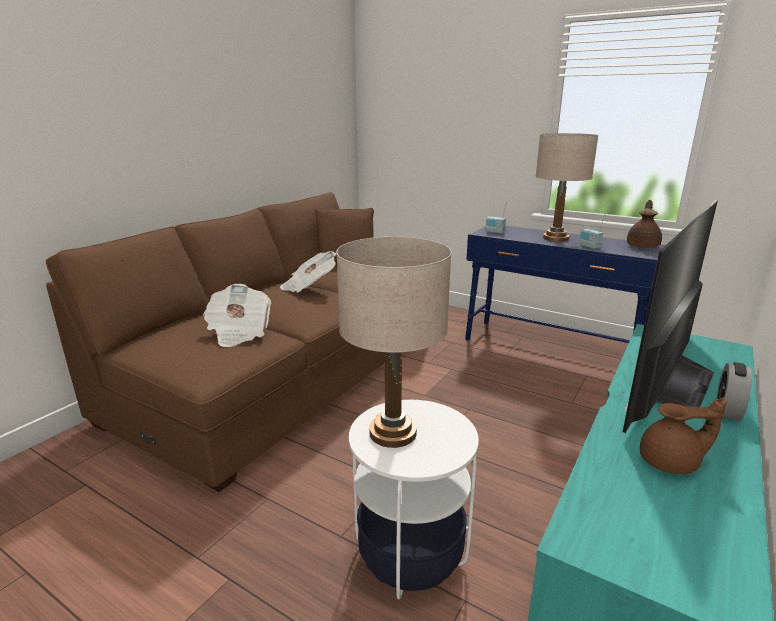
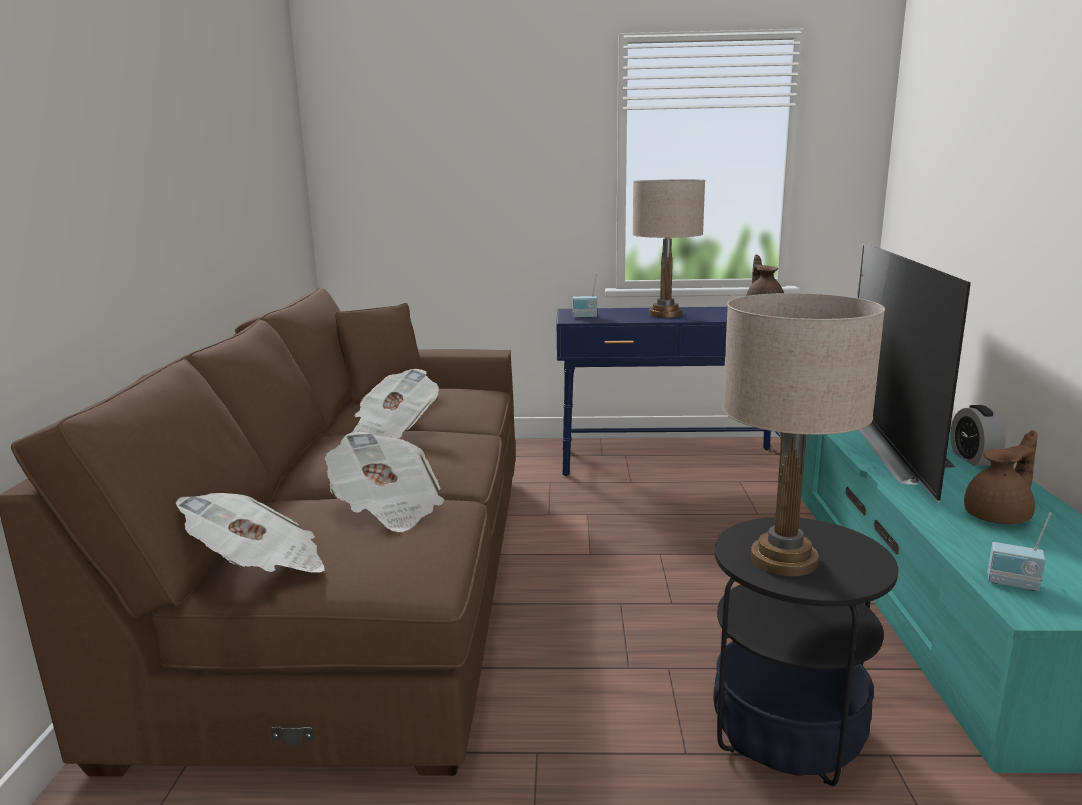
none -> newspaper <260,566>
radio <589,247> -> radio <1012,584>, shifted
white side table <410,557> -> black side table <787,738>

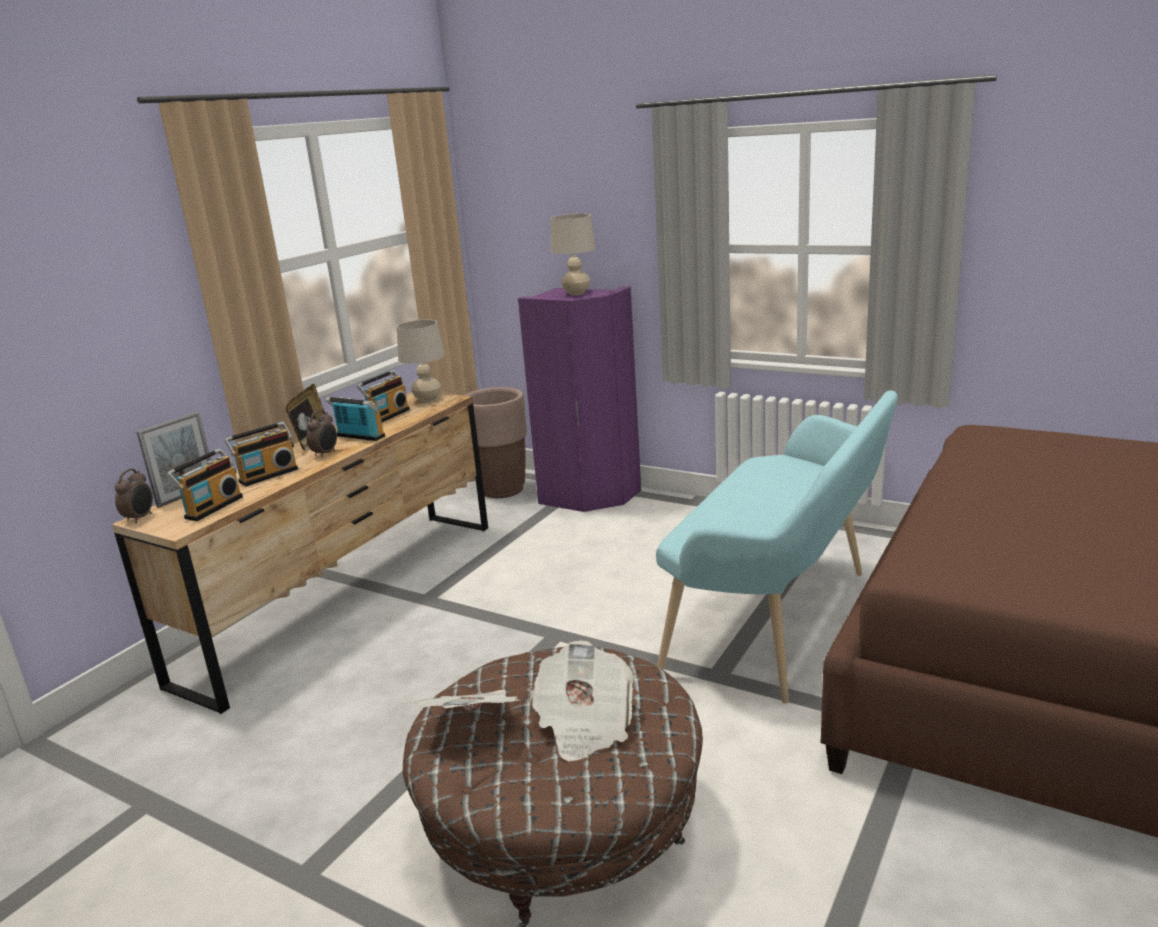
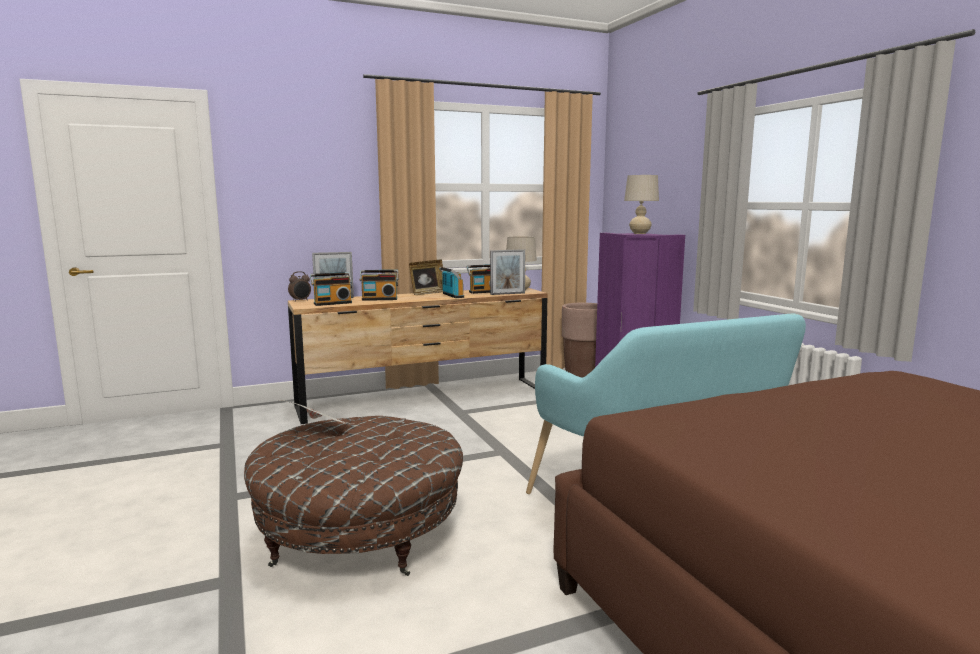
alarm clock <326,453> -> none
newspaper <584,724> -> none
none -> picture frame <507,294>

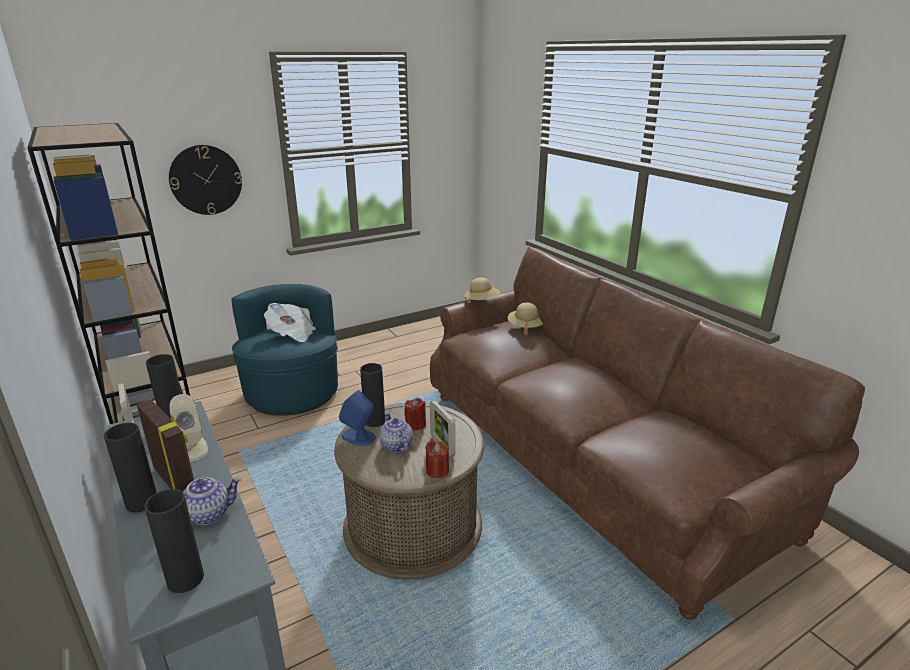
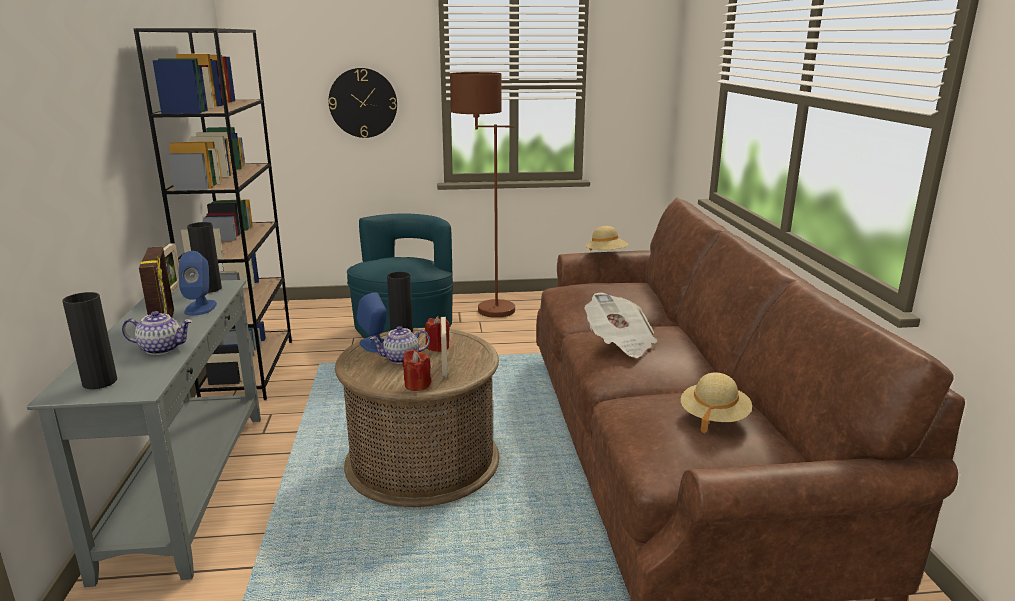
black vase <142,502> -> none
none -> brown floor lamp <485,310>
newspaper <291,334> -> newspaper <619,343>, shifted
beige hat <525,327> -> beige hat <713,417>, shifted
beige speaker <192,449> -> blue speaker <200,307>
teapot <396,445> -> teapot <401,359>, 105 degrees counterclockwise

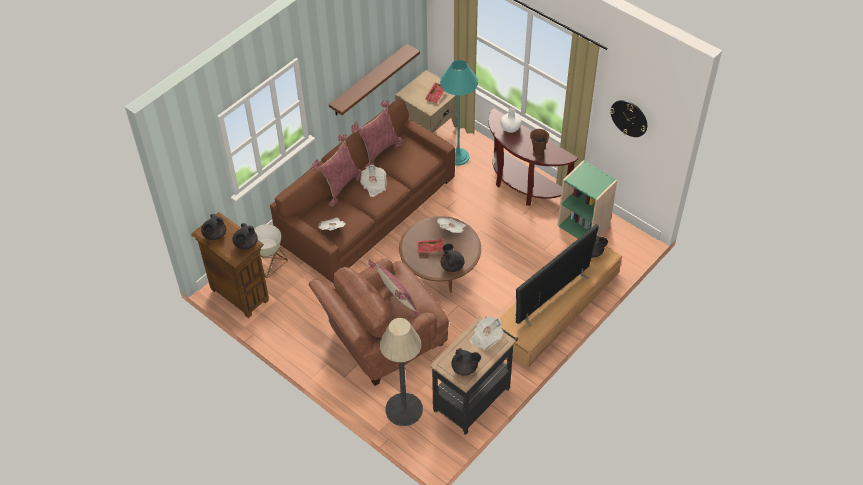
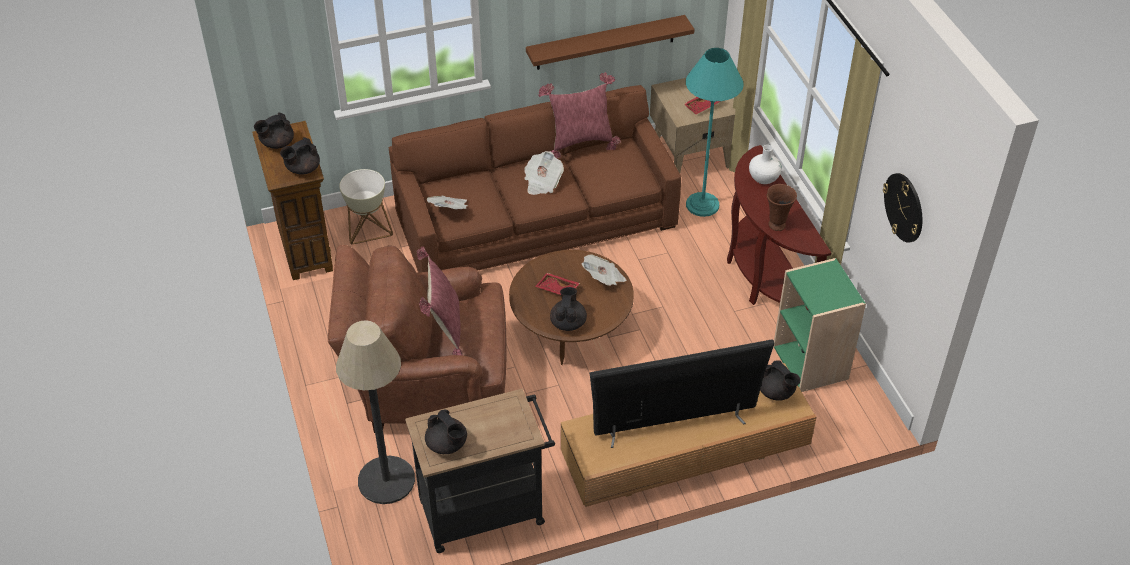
red pillow <339,188> -> none
newspaper <485,338> -> none

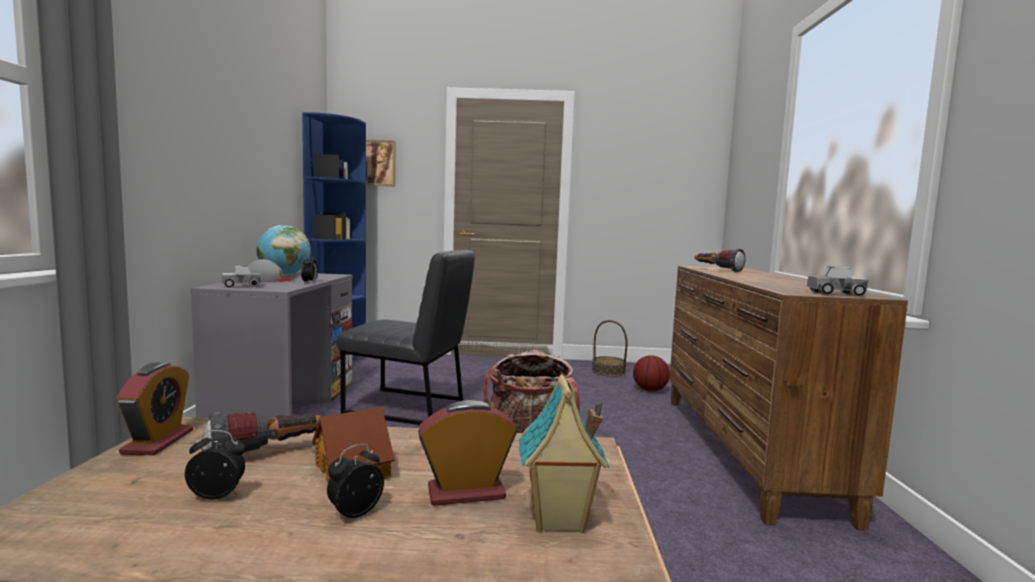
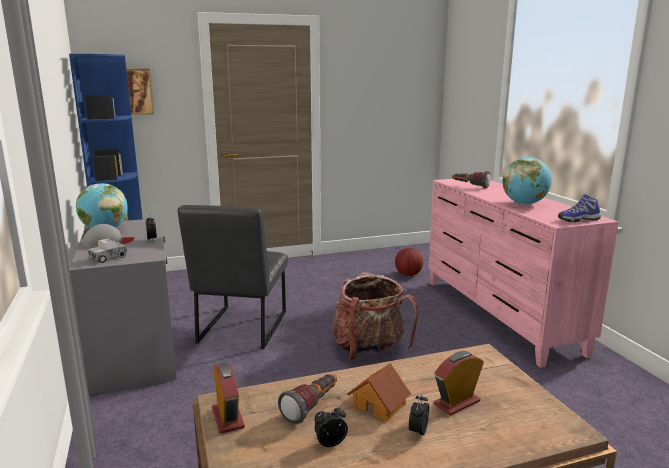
toy house <557,520> -> none
basket <608,372> -> none
none -> globe <524,204>
toy truck <835,293> -> shoe <578,219>
brown dresser <745,450> -> pink dresser <500,315>
grey chair <408,407> -> grey chair <241,328>, 105 degrees clockwise

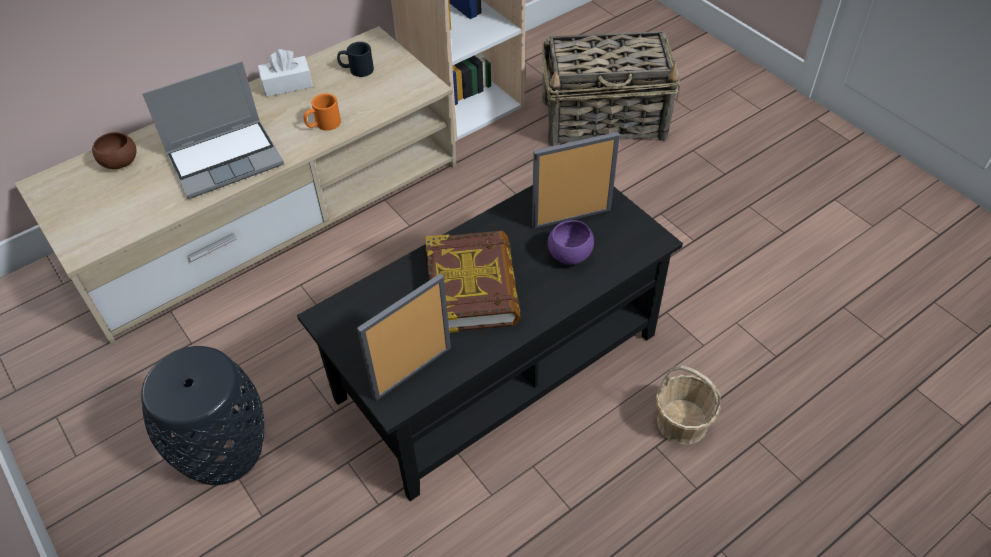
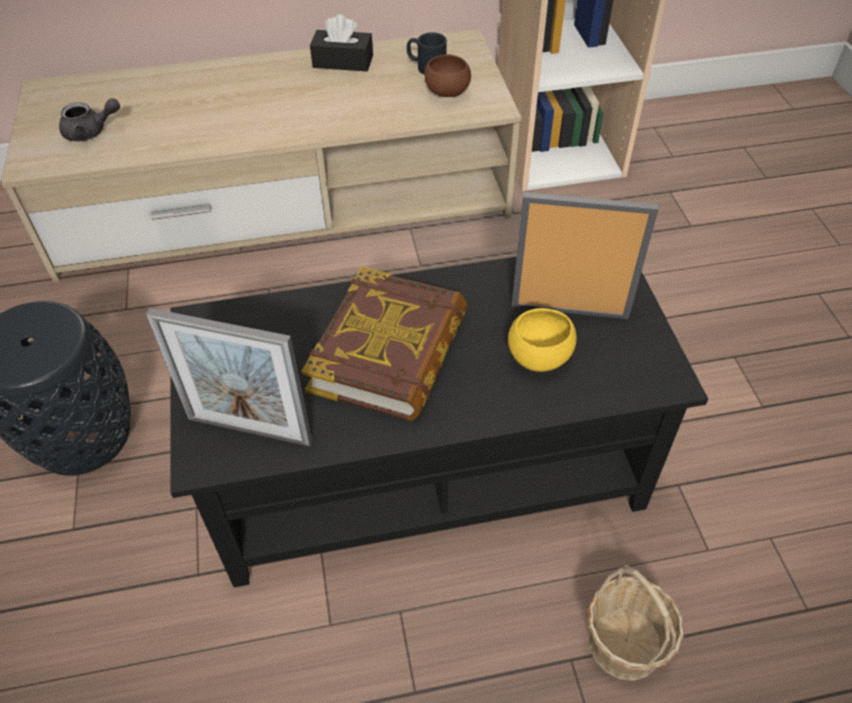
laptop <226,159> -> none
orange mug <323,124> -> none
basket <605,120> -> none
none -> grey teapot <91,132>
brown bowl <120,163> -> brown bowl <447,92>, shifted
white tissue box <287,84> -> black tissue box <343,61>
purple bowl <570,255> -> yellow bowl <539,357>
picture frame <412,372> -> picture frame <249,430>, 150 degrees counterclockwise

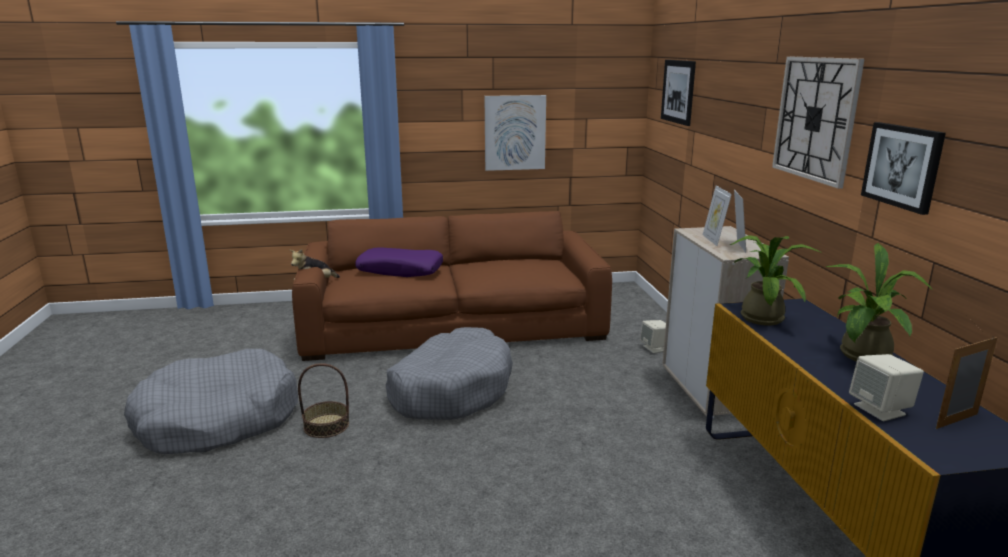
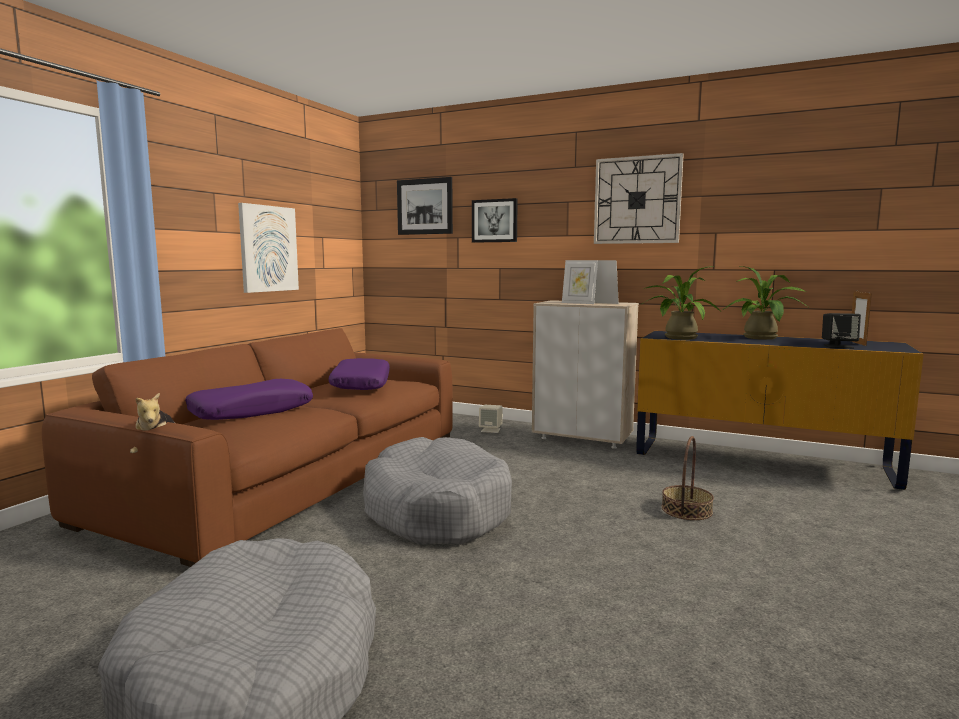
none -> purple pillow <360,385>
basket <326,426> -> basket <686,510>, shifted
picture <903,166> -> picture <495,221>, shifted
beige speaker <880,410> -> black speaker <838,346>

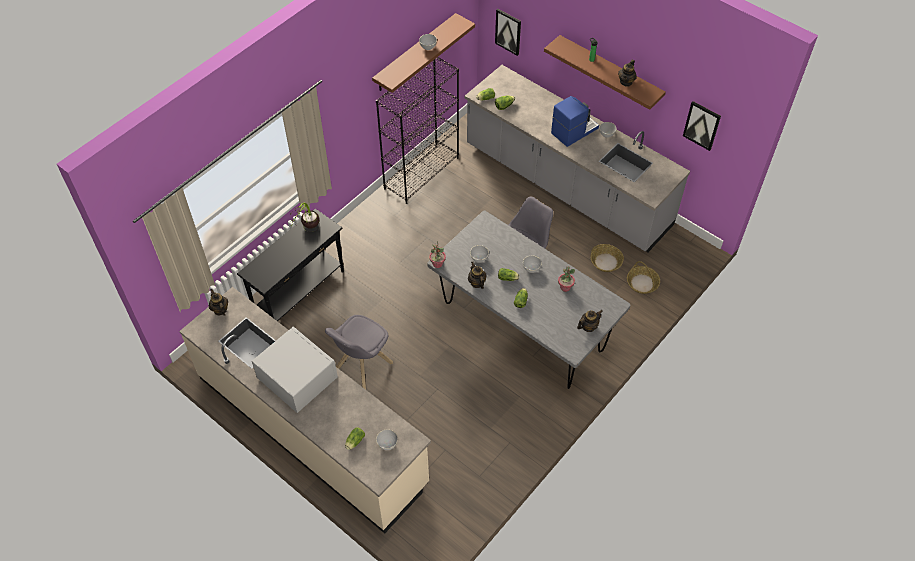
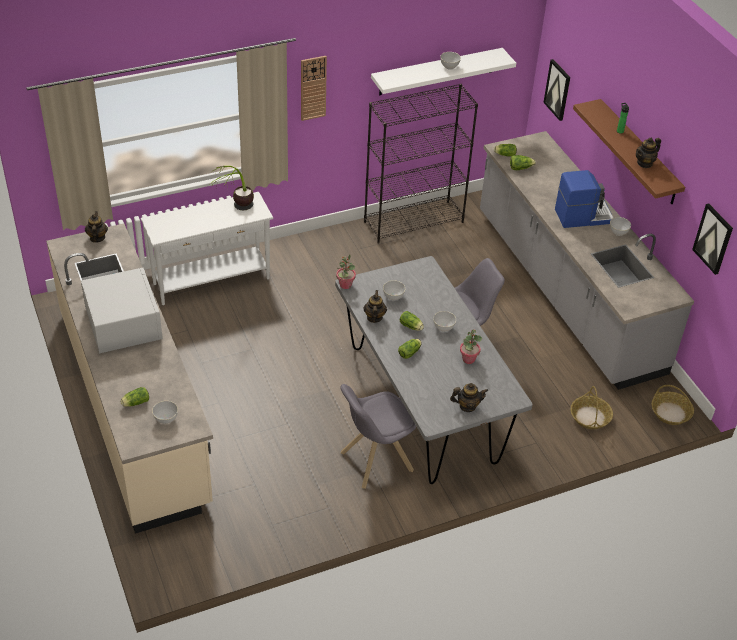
none -> wall clock <313,88>
grey chair <362,367> -> grey chair <375,461>, shifted
basket <606,262> -> basket <671,413>, shifted
black console table <300,292> -> white console table <212,280>
brown shelf <415,53> -> white shelf <436,71>

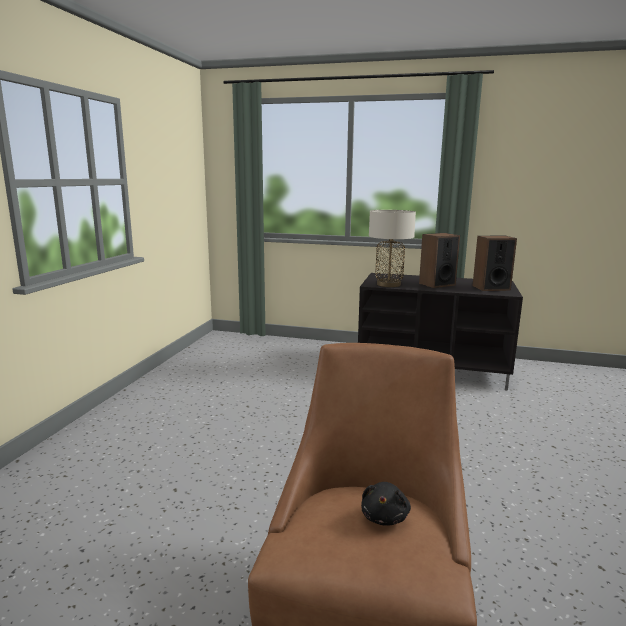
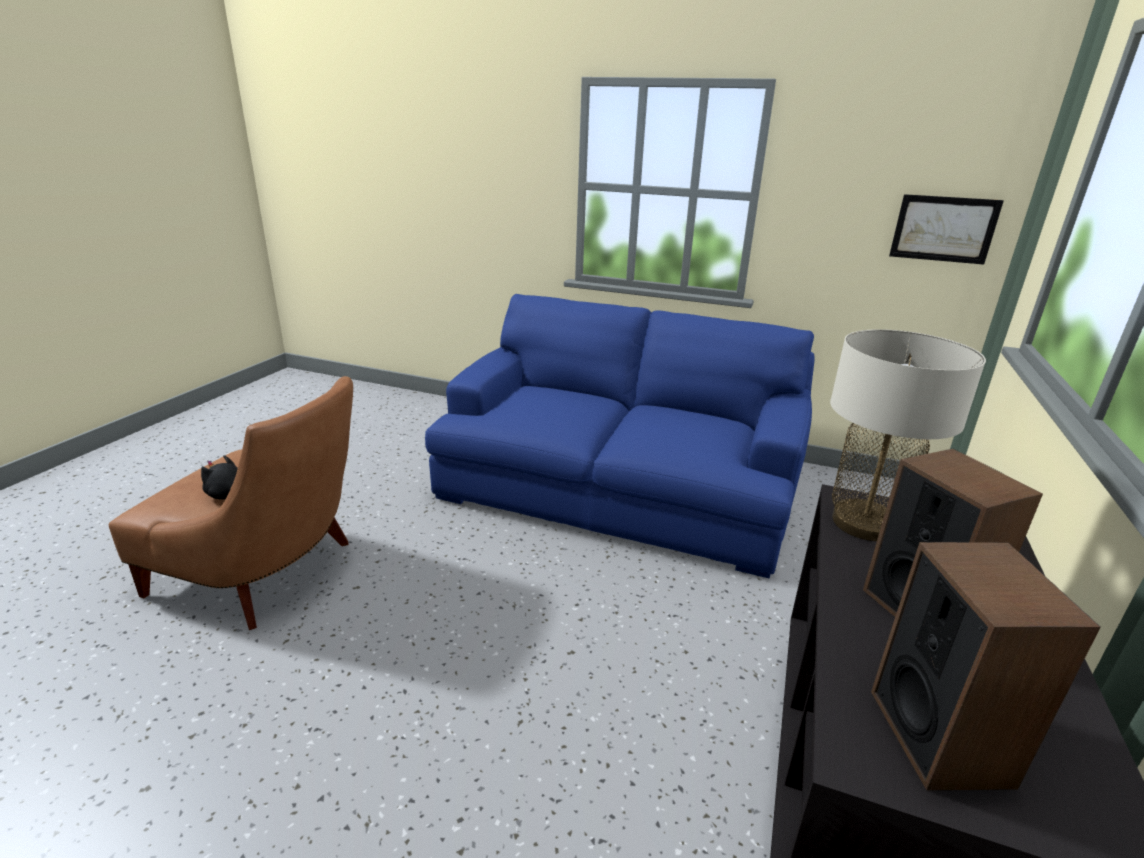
none -> blue sofa <620,486>
none -> picture <943,229>

